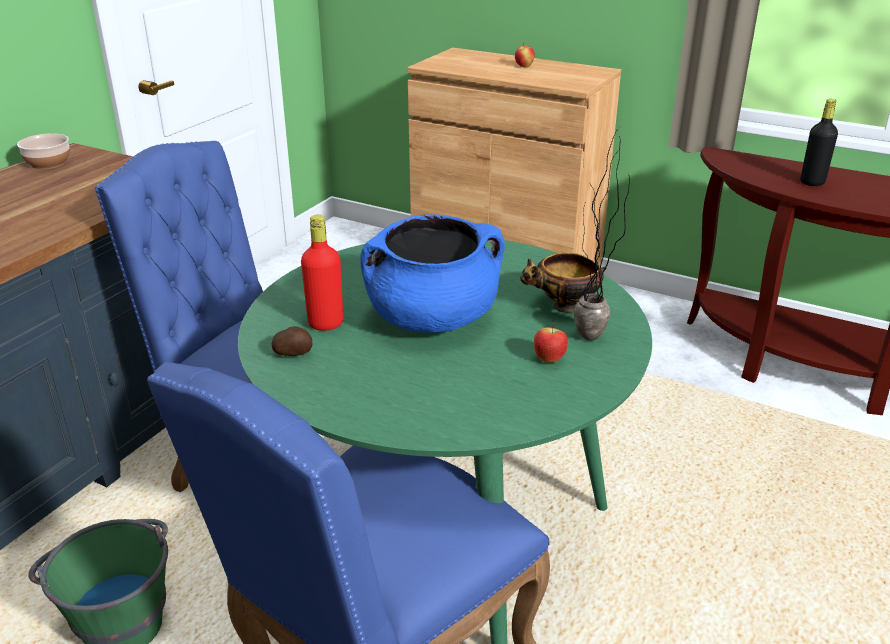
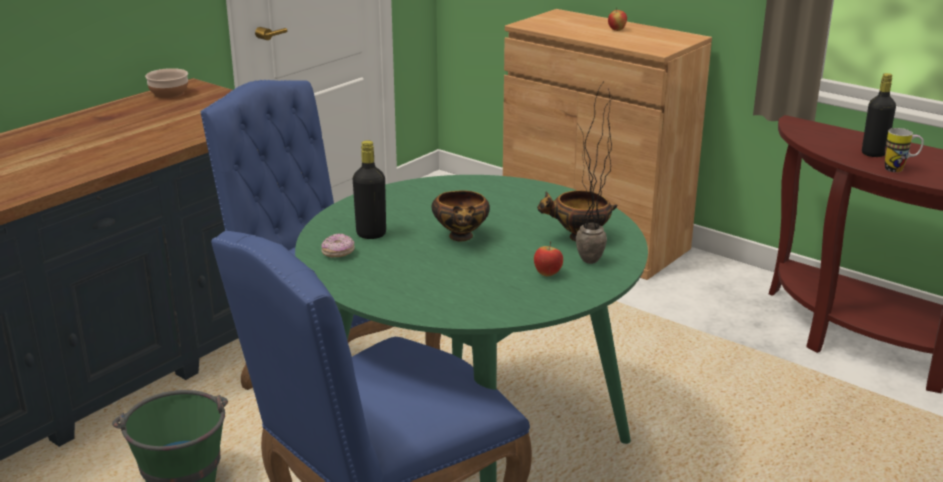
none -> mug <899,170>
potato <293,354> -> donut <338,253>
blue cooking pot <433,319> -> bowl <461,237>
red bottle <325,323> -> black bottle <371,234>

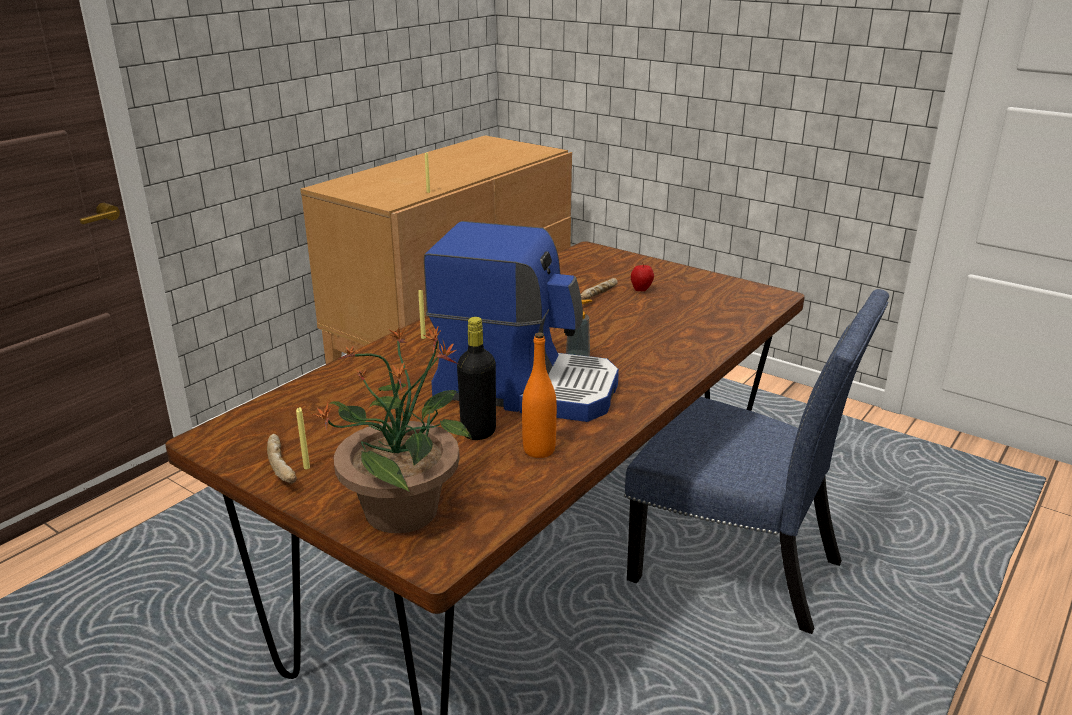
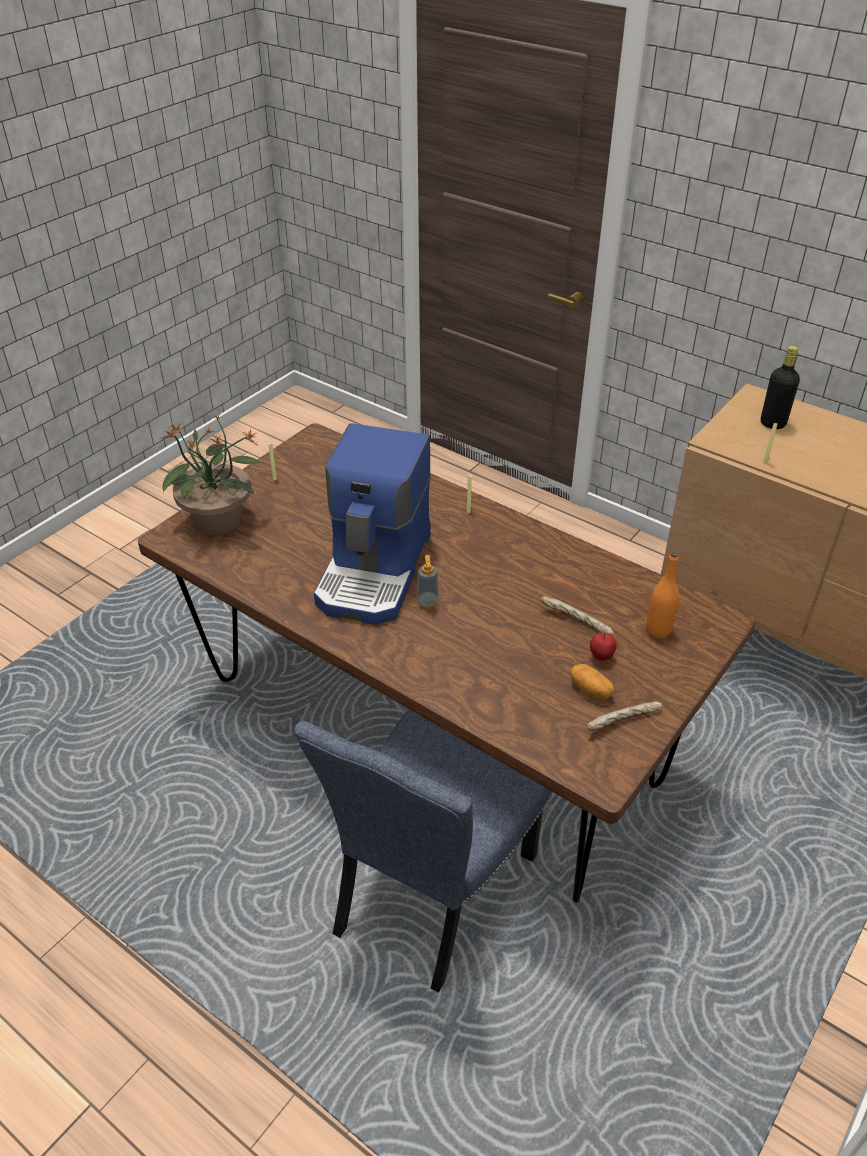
none -> potato <590,689>
bread <283,467> -> bread <624,722>, shifted
black bottle <478,432> -> black bottle <772,423>, shifted
orange bottle <539,450> -> orange bottle <658,630>, shifted

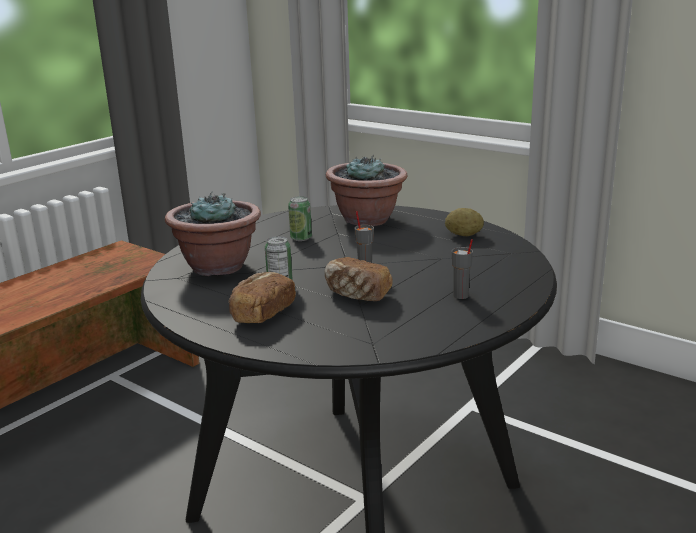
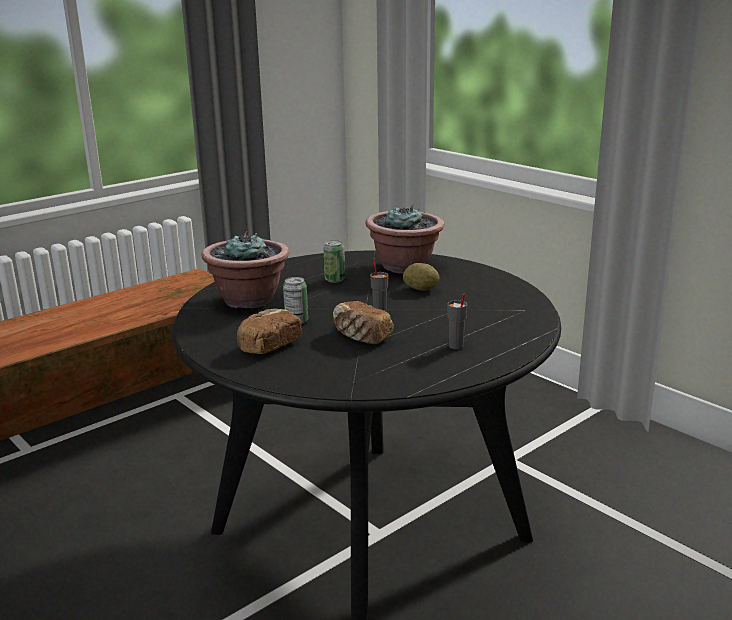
potato <463,235> -> potato <421,289>, shifted

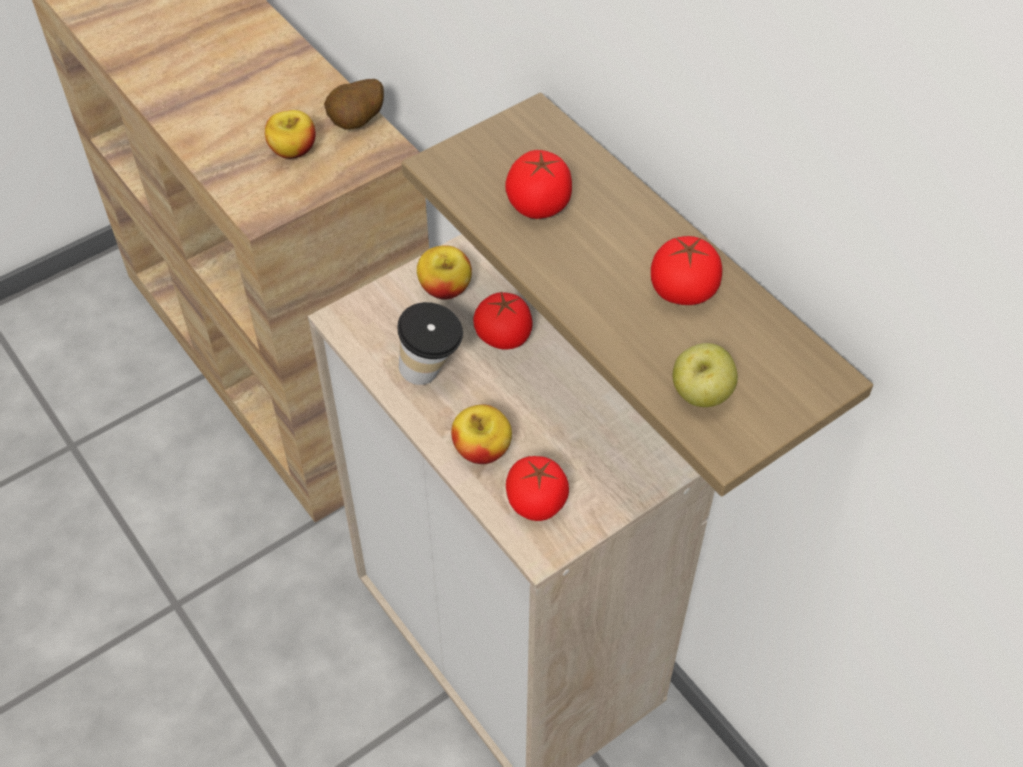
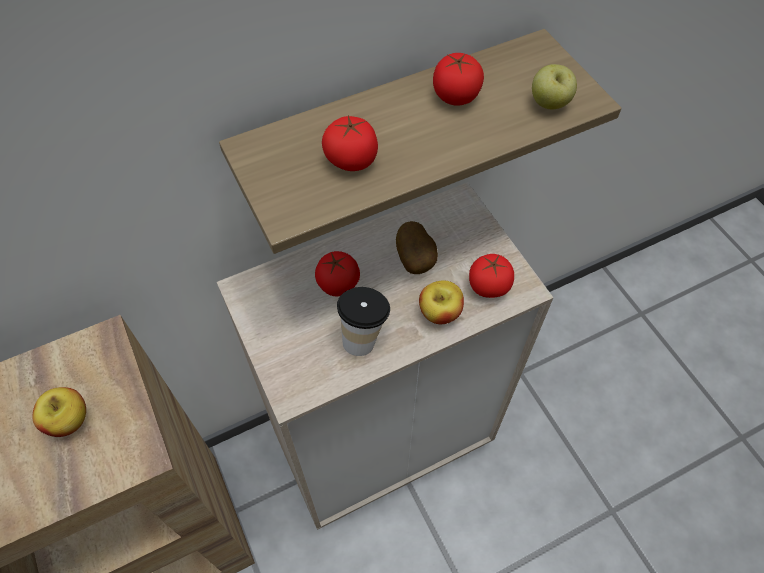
apple <445,288> -> none
potato <358,123> -> potato <416,260>, shifted

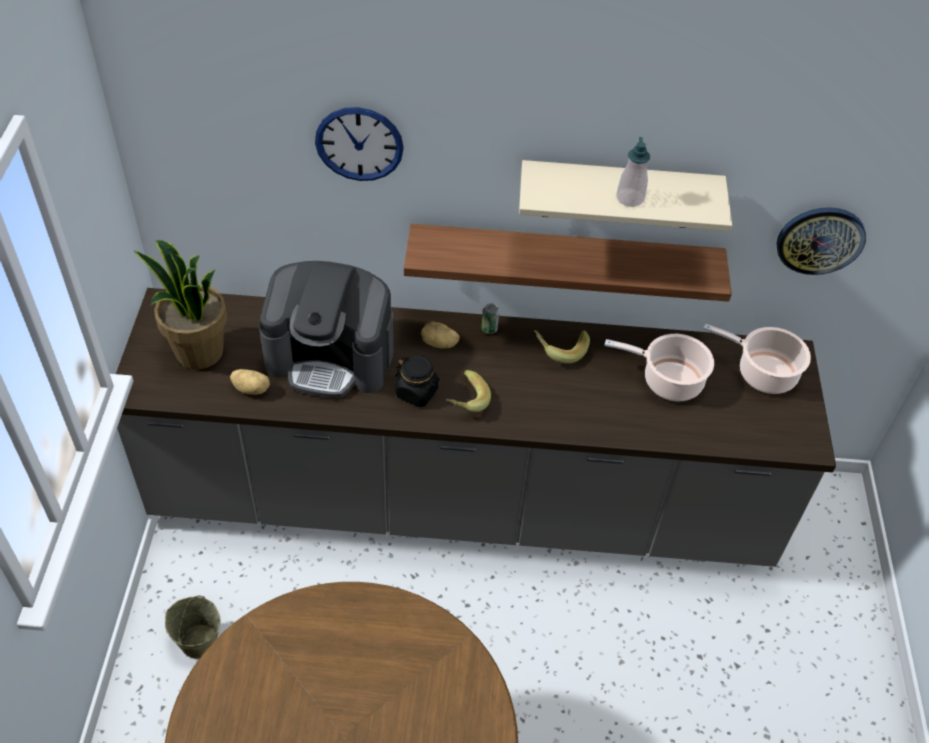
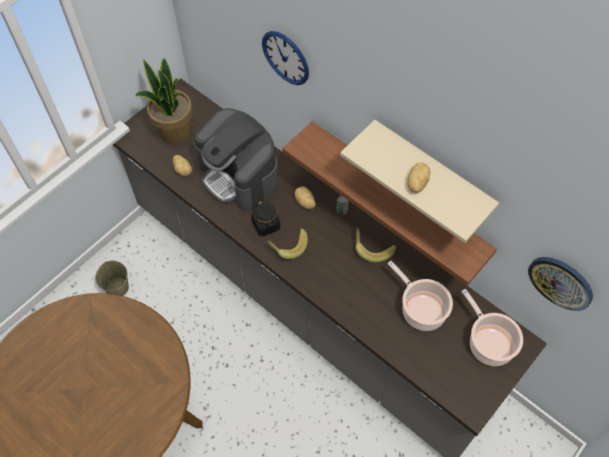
soap dispenser <630,198> -> potato <416,183>

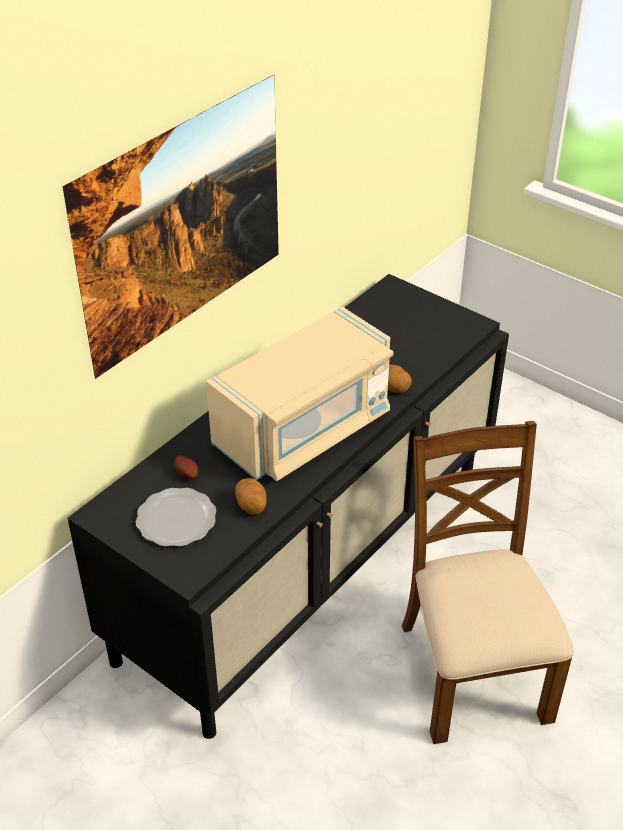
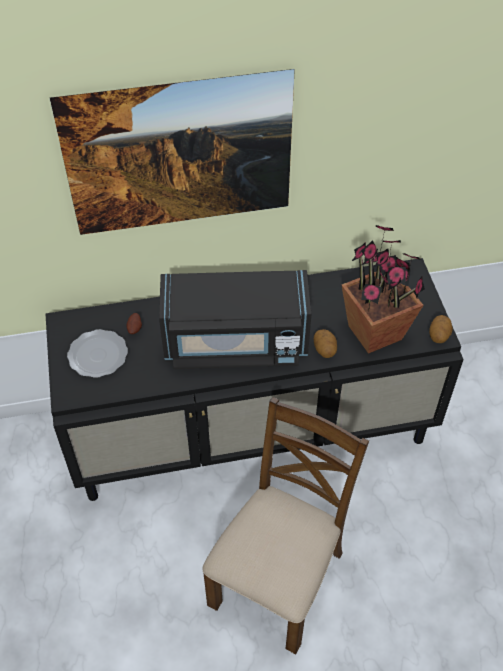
none -> potted plant <375,333>
potato <252,506> -> potato <439,336>, shifted
beige microwave <304,429> -> black microwave <235,343>

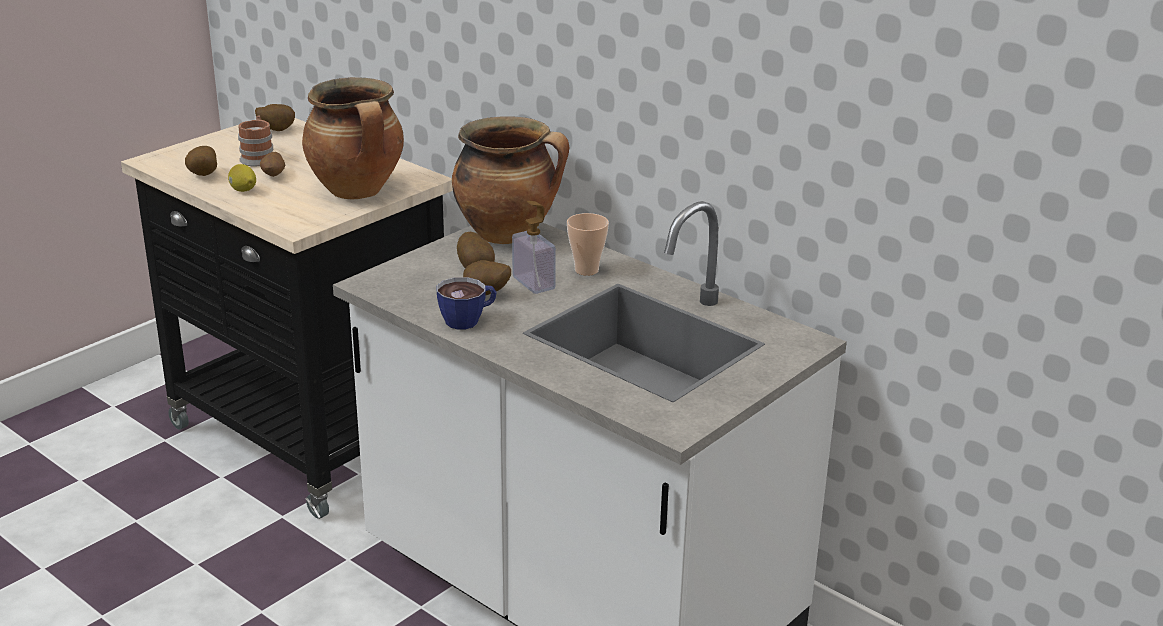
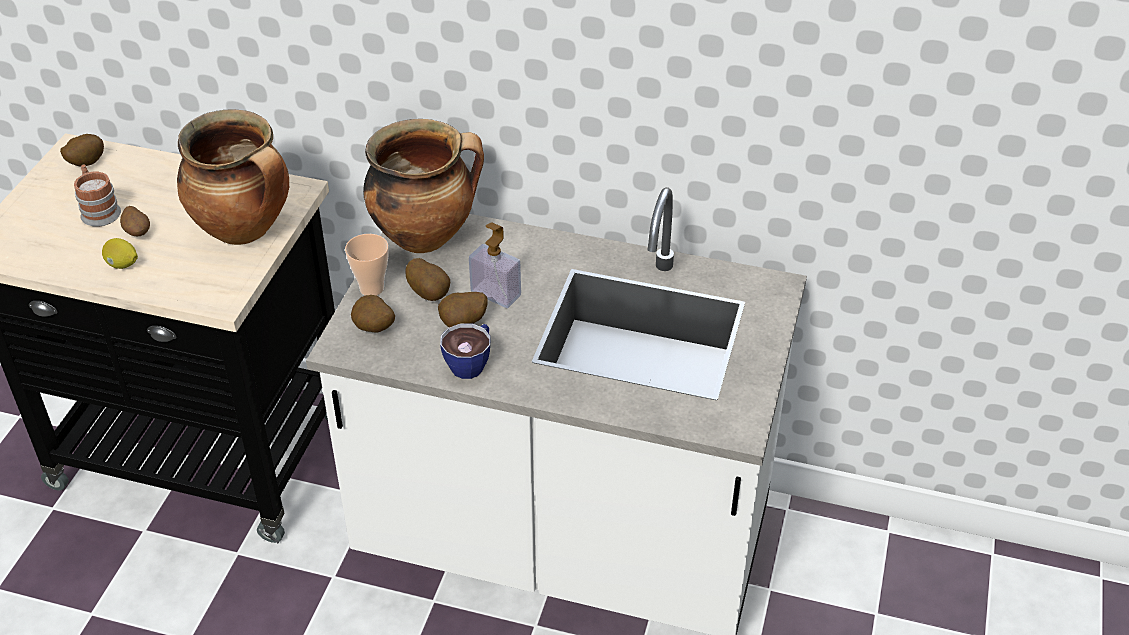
potato <202,176> -> potato <373,329>, shifted
cup <586,270> -> cup <372,288>, shifted

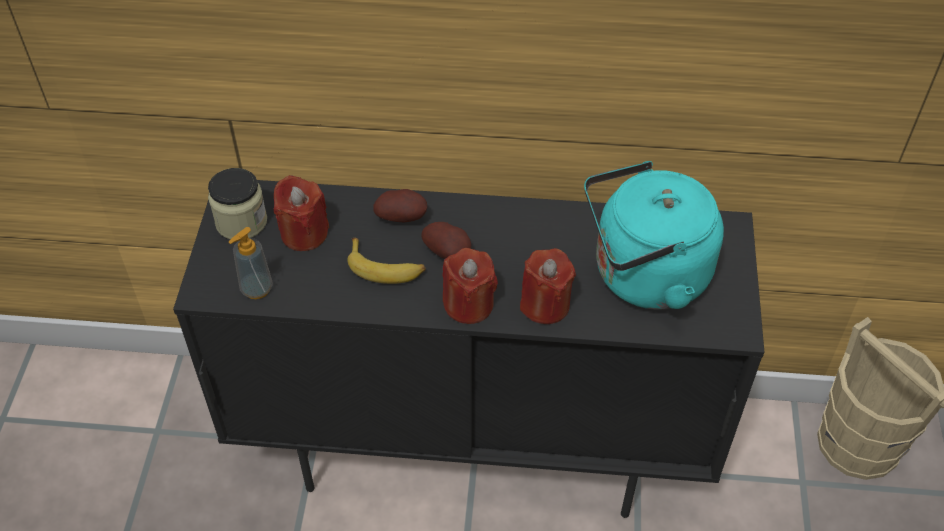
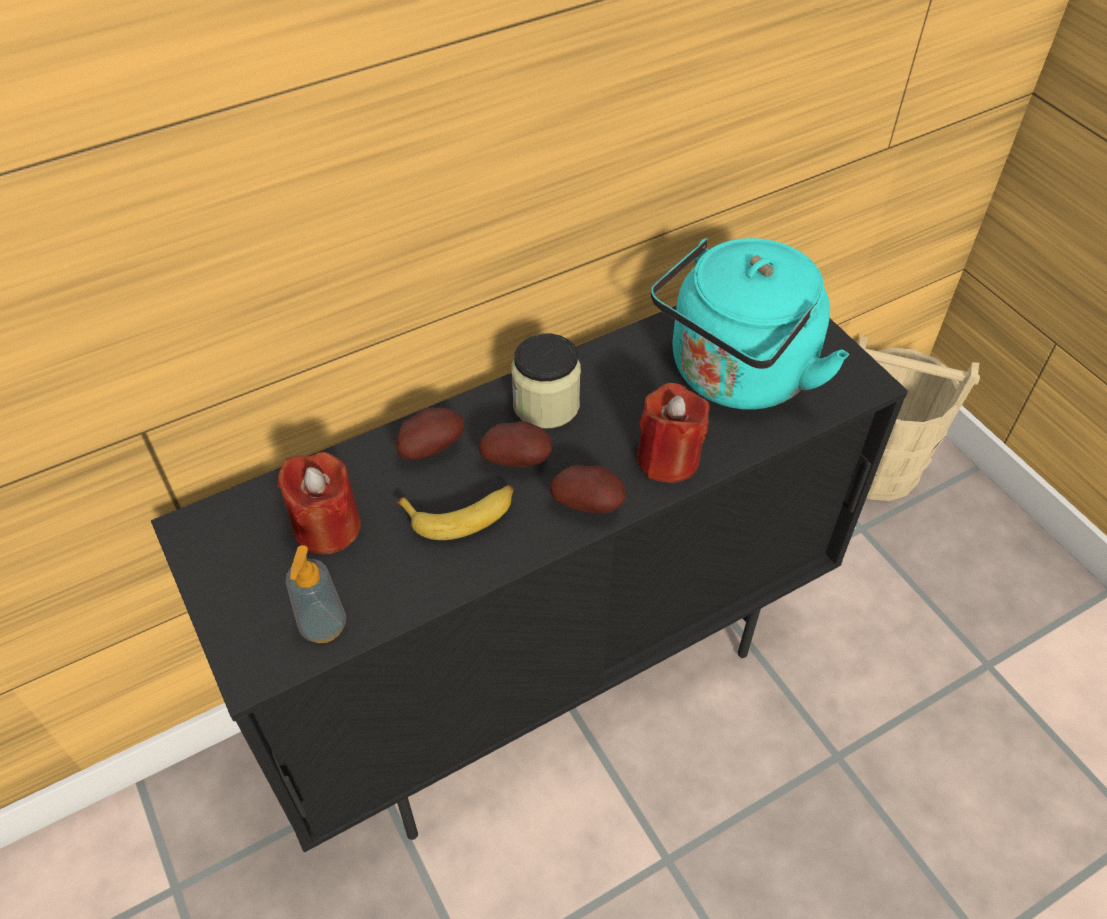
jar <241,222> -> jar <546,405>, shifted
red candle <468,304> -> potato <589,503>

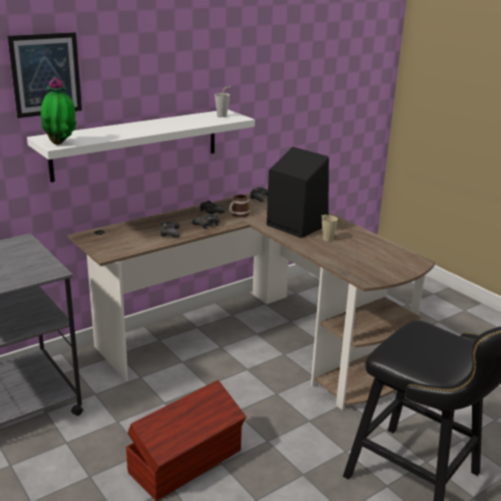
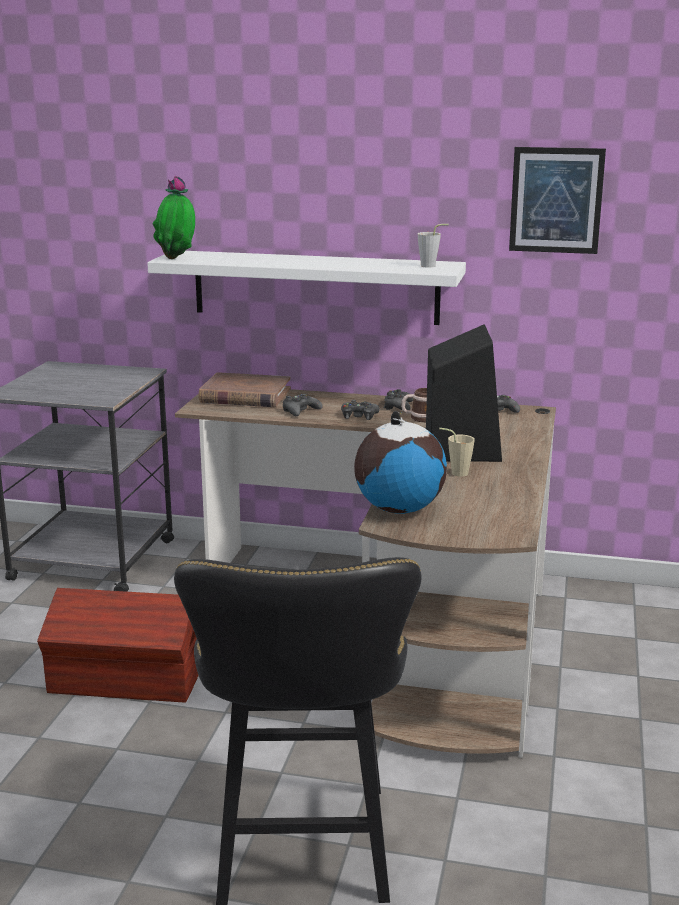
none -> brown book <245,395>
none -> globe <399,509>
picture <46,74> -> picture <556,200>, shifted

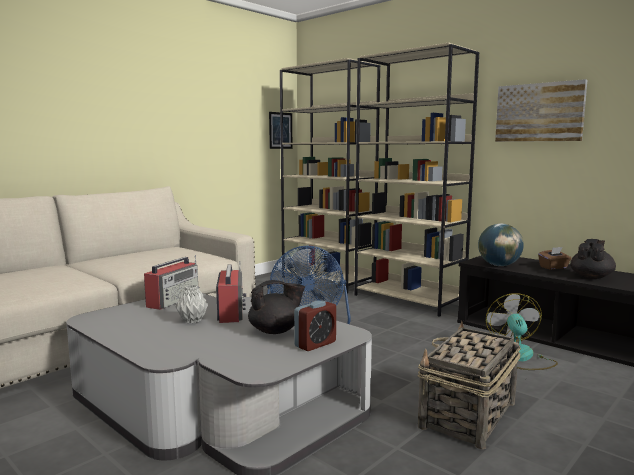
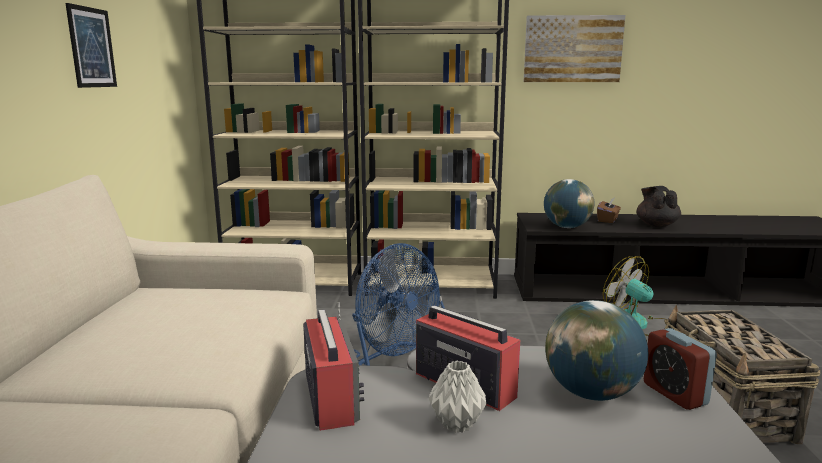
picture <280,130> -> picture <92,47>, shifted
black teapot <276,331> -> globe <591,393>
alarm clock <315,344> -> alarm clock <674,394>, 150 degrees clockwise

